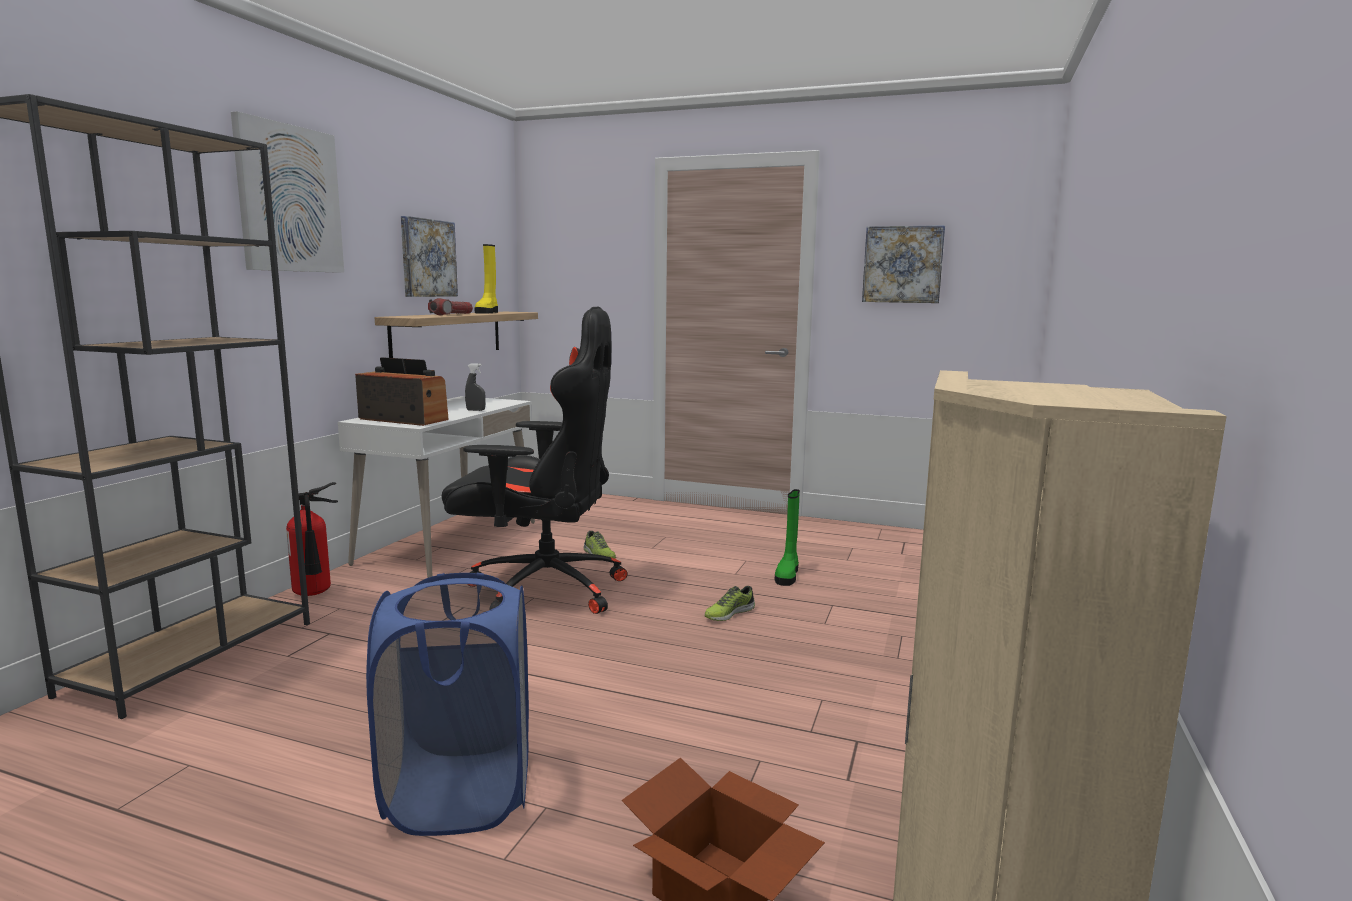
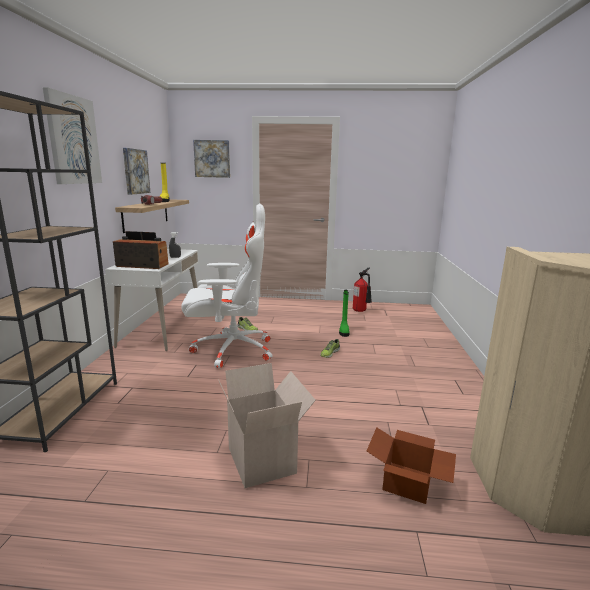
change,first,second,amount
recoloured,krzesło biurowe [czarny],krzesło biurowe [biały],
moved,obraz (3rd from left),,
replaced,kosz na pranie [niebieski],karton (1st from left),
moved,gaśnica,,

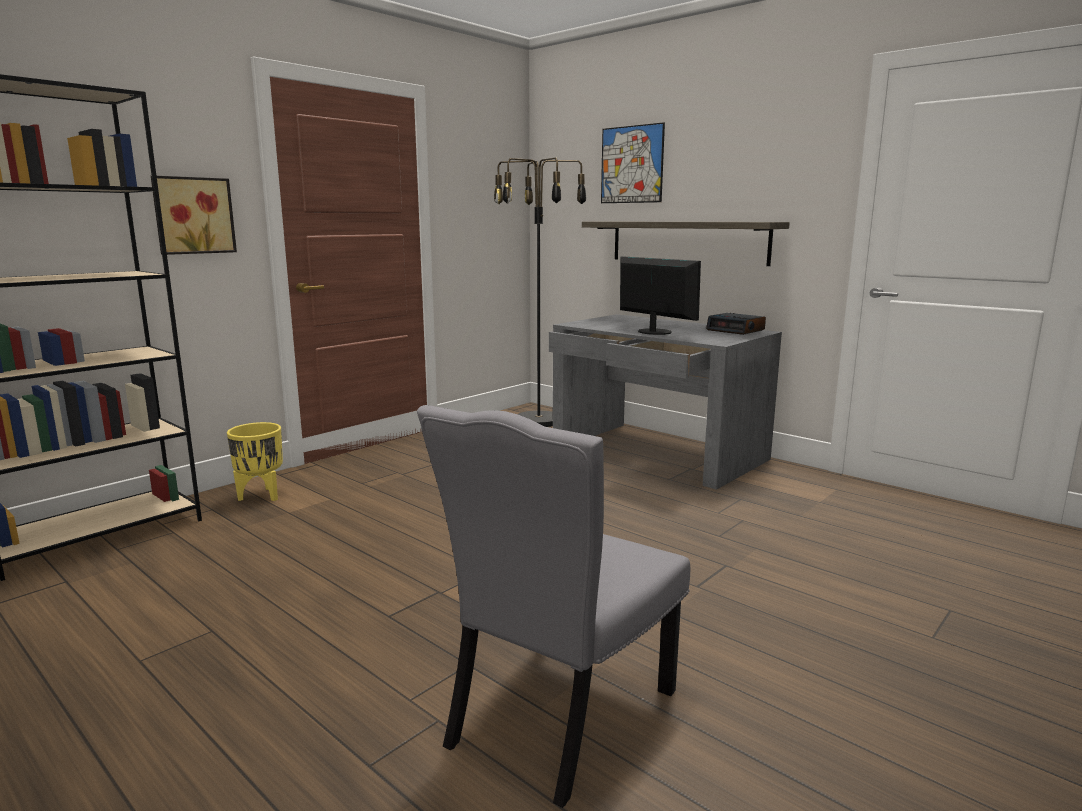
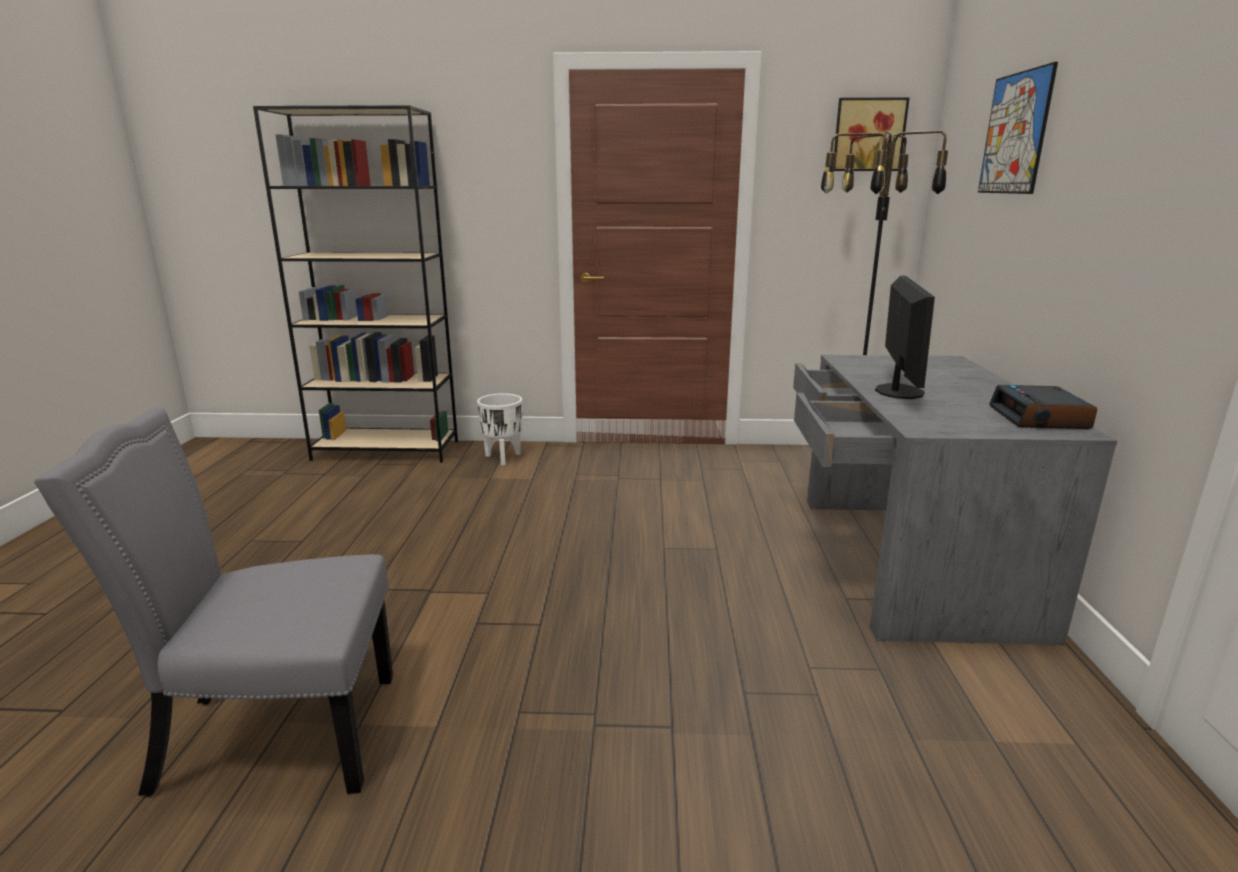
change,first,second,amount
recoloured,donica [żółty],donica [biały],
moved,obraz (1st from left),,
removed,półka,,

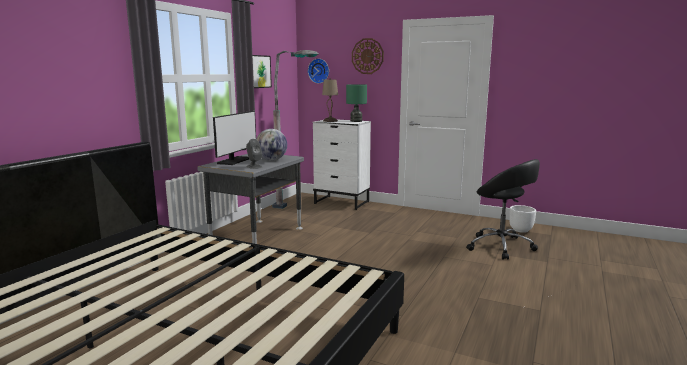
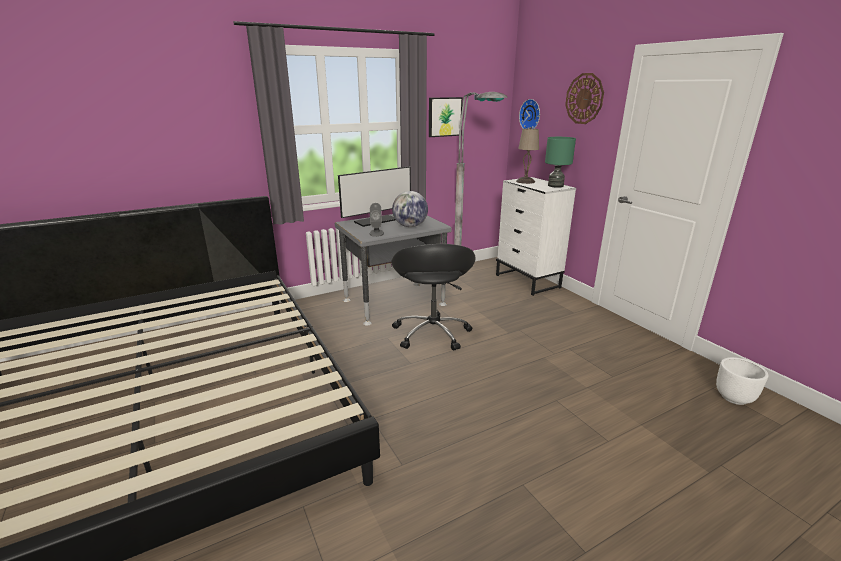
change,first,second,amount
moved,krzesło biurowe [czarny],,

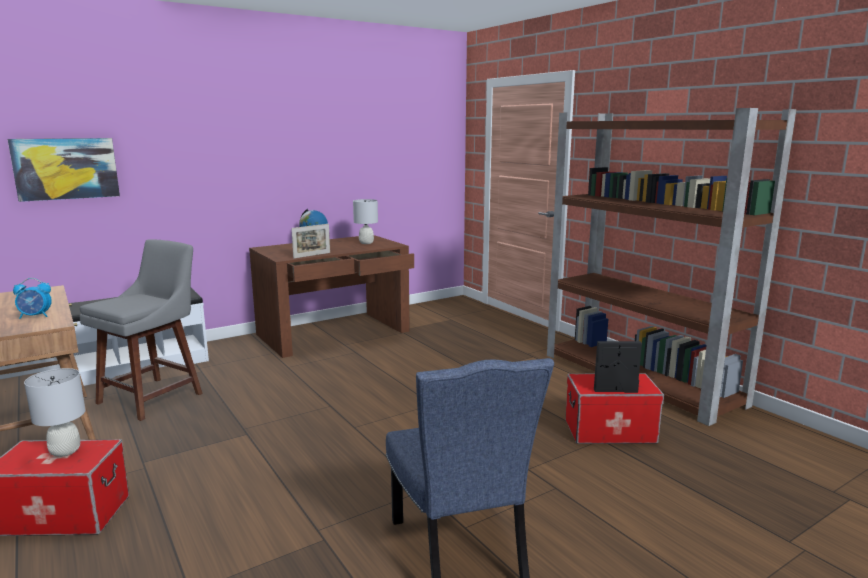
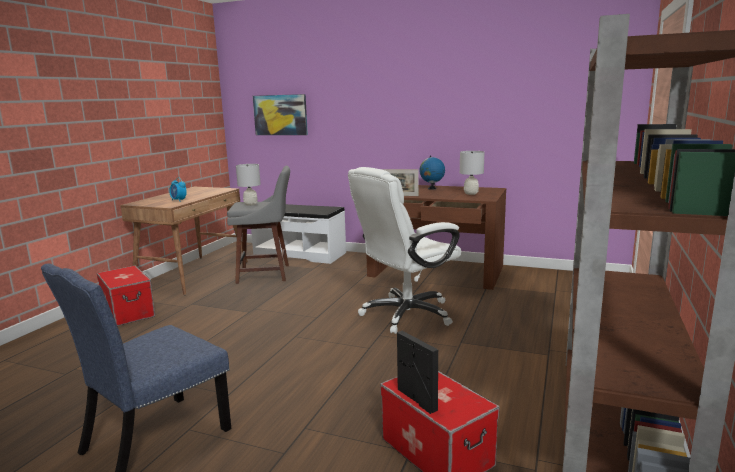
change,first,second,amount
moved,lampa stołowa [szary] (1st from left),,
added,,krzesło biurowe [biały],

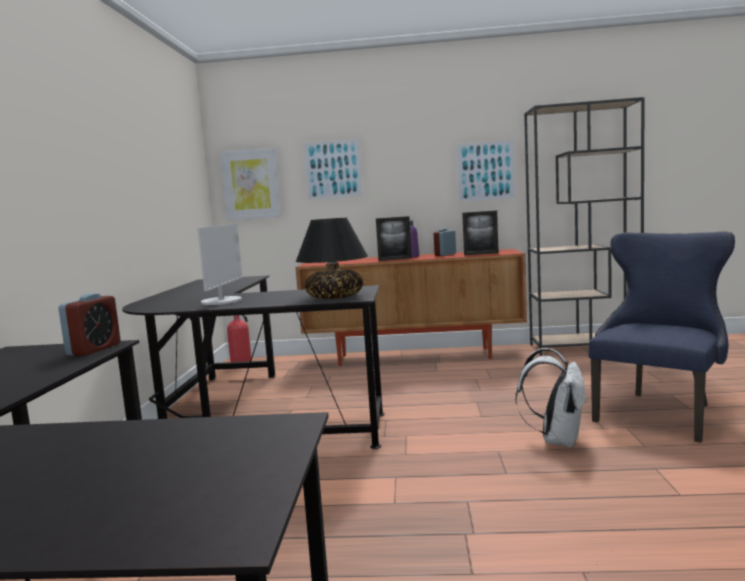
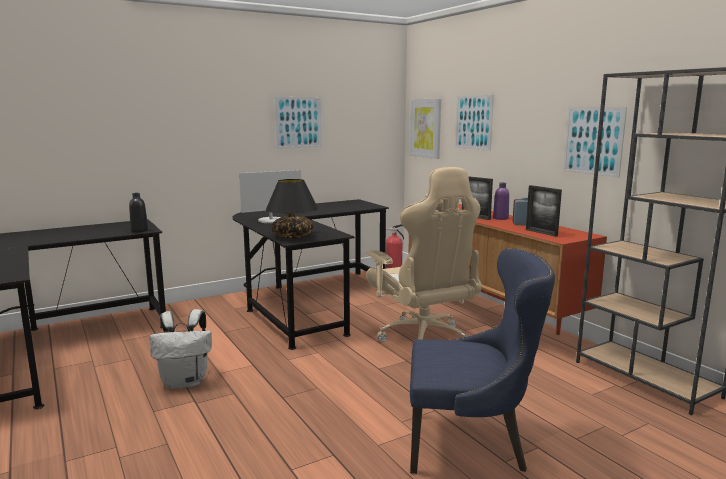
change,first,second,amount
replaced,budzik (1st from left),butelka [czarny],
moved,plecak [biały],,
added,,obraz (1st from left),
added,,krzesło biurowe [beżowy],

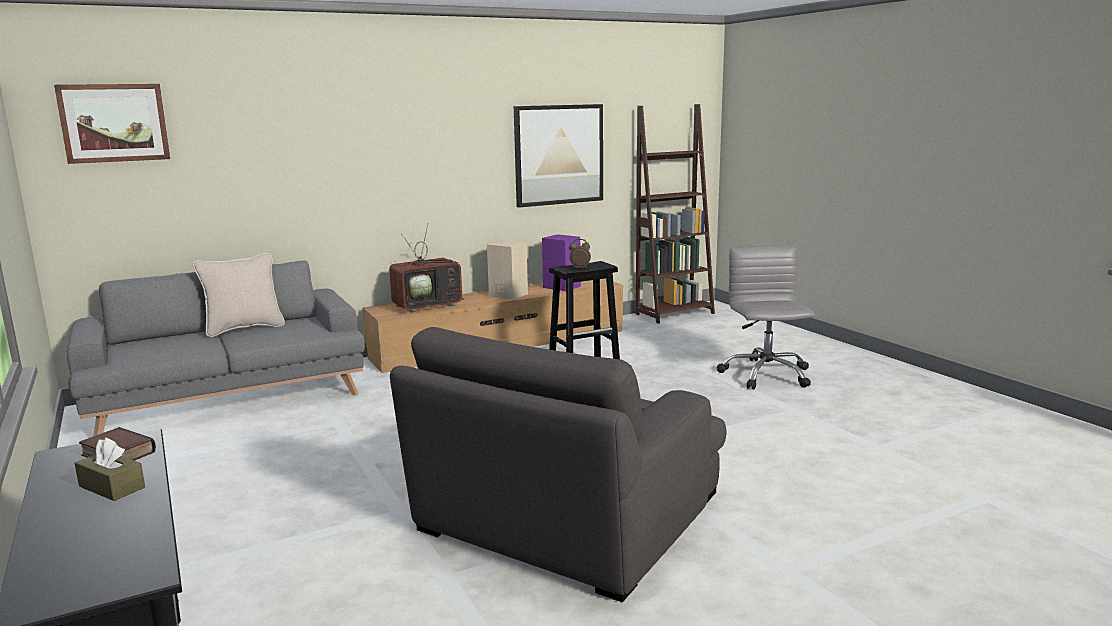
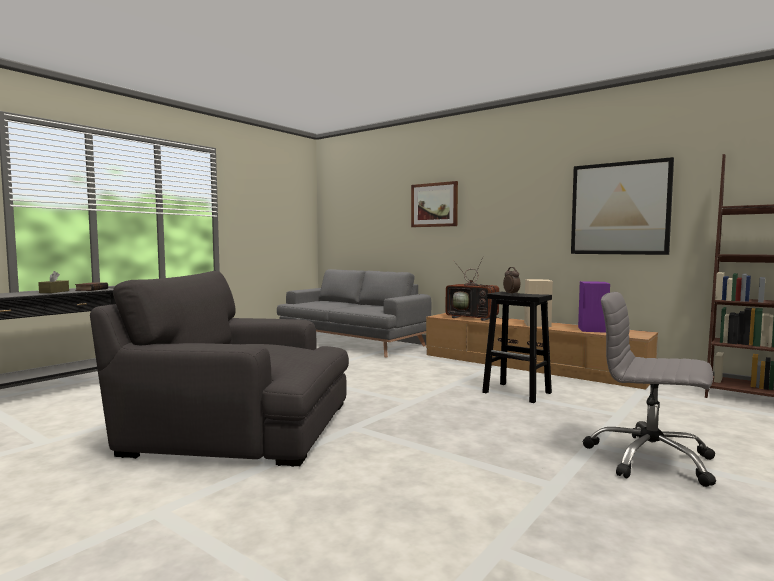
change,first,second,amount
moved,obraz (1st from left),,
turned,krzesło biurowe [szary],,120 degrees counterclockwise
removed,poduszka [beżowy],,

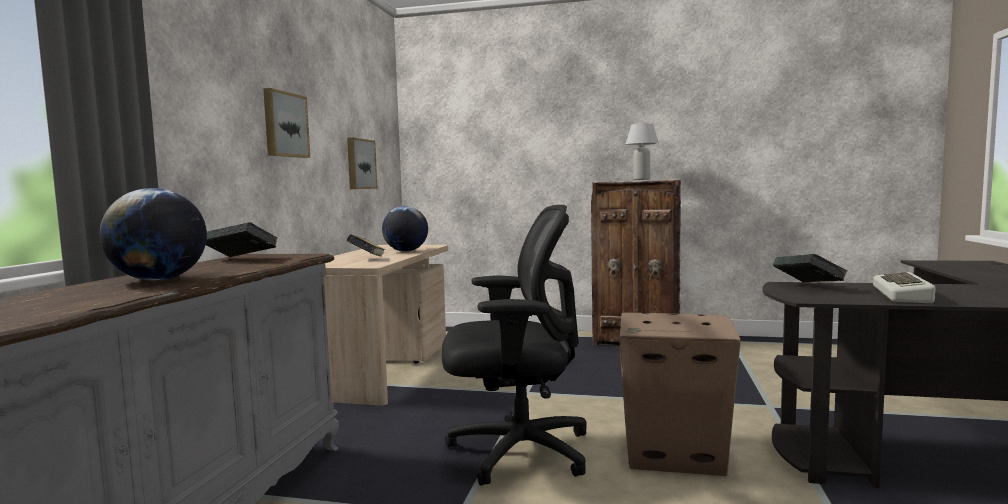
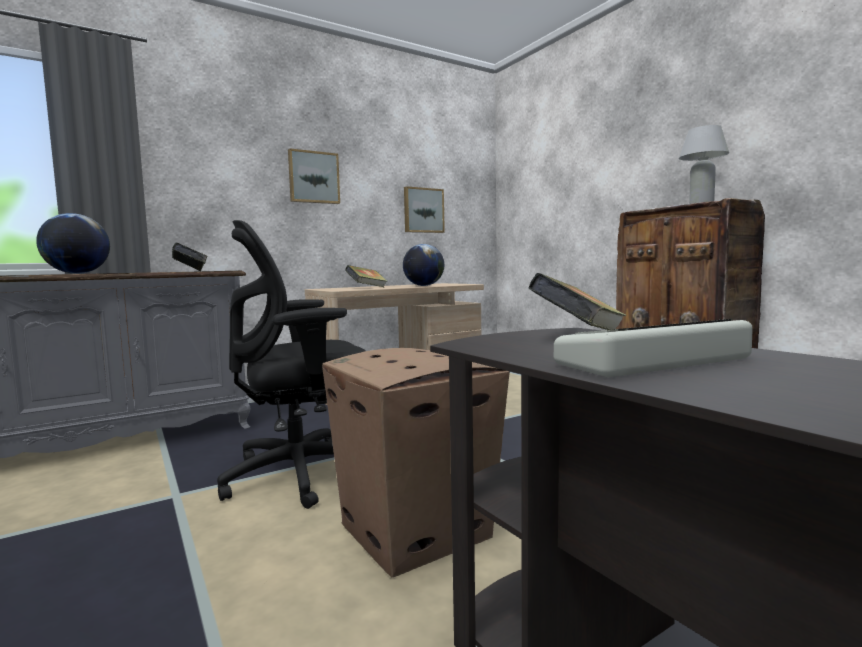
change,first,second,amount
turned,krzesło biurowe [czarny],,120 degrees clockwise

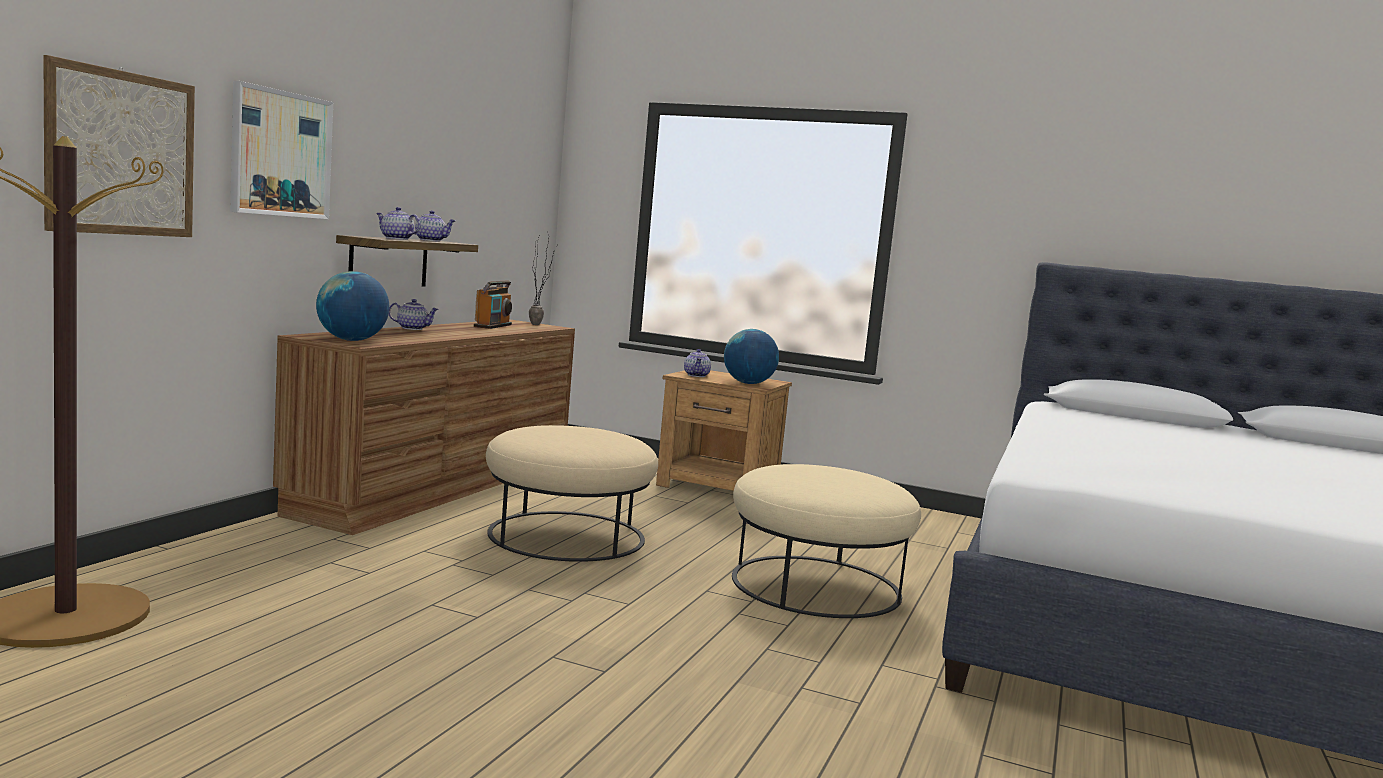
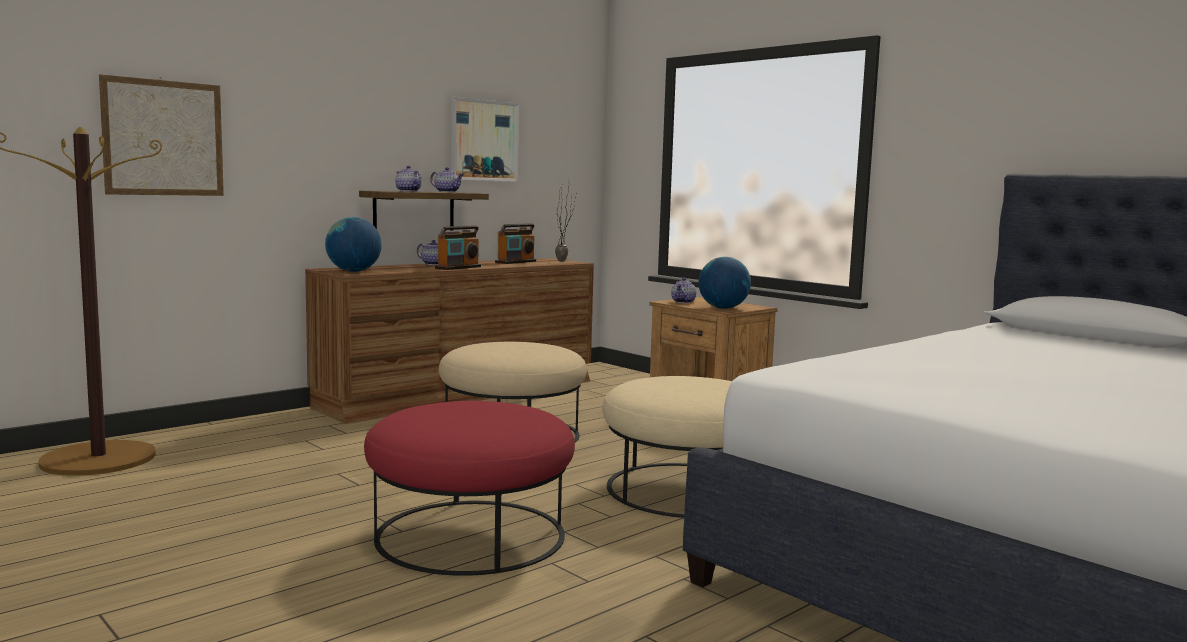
change,first,second,amount
added,,pufa [czerwony],
added,,radio (1st from left),
moved,obraz (2nd from left),,

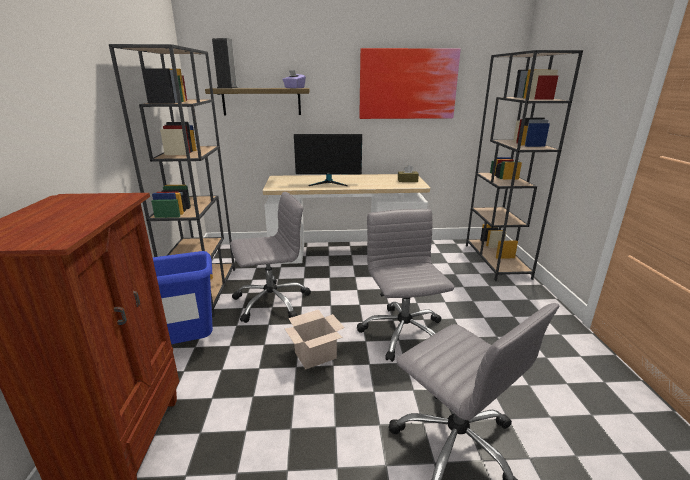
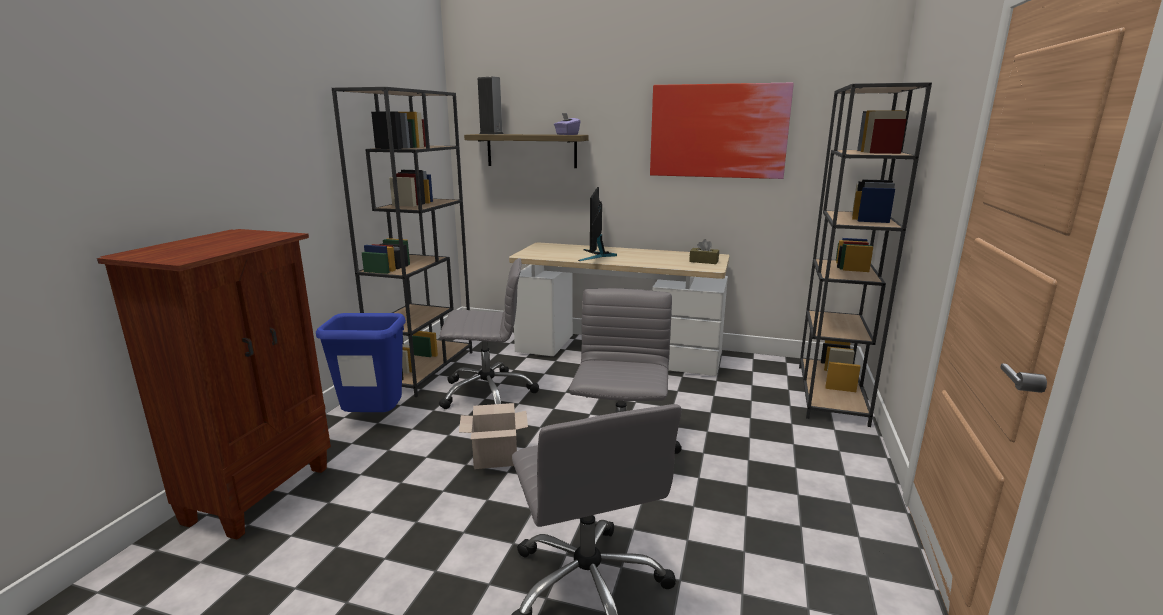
change,first,second,amount
turned,monitor,,75 degrees clockwise

